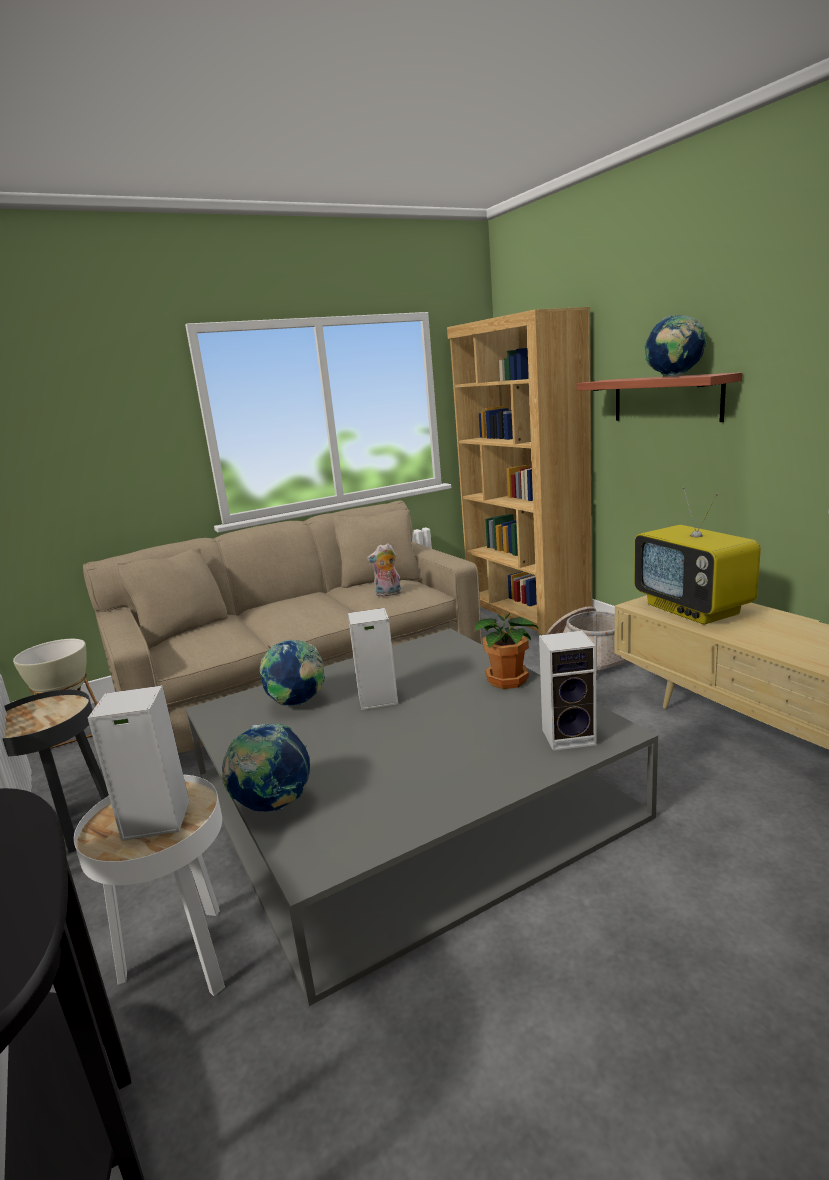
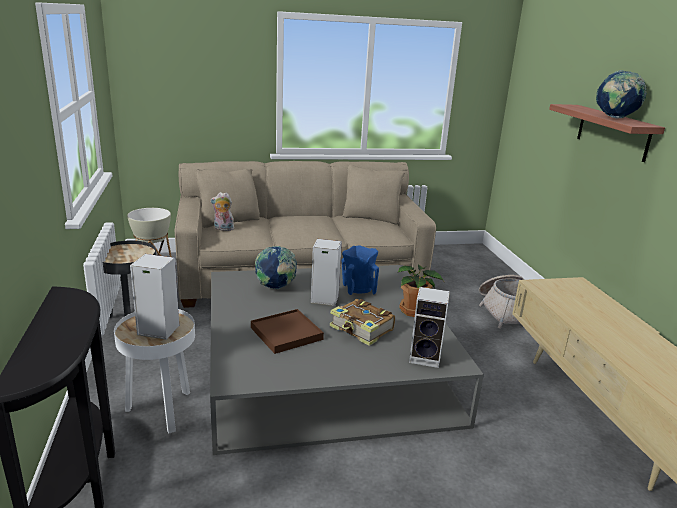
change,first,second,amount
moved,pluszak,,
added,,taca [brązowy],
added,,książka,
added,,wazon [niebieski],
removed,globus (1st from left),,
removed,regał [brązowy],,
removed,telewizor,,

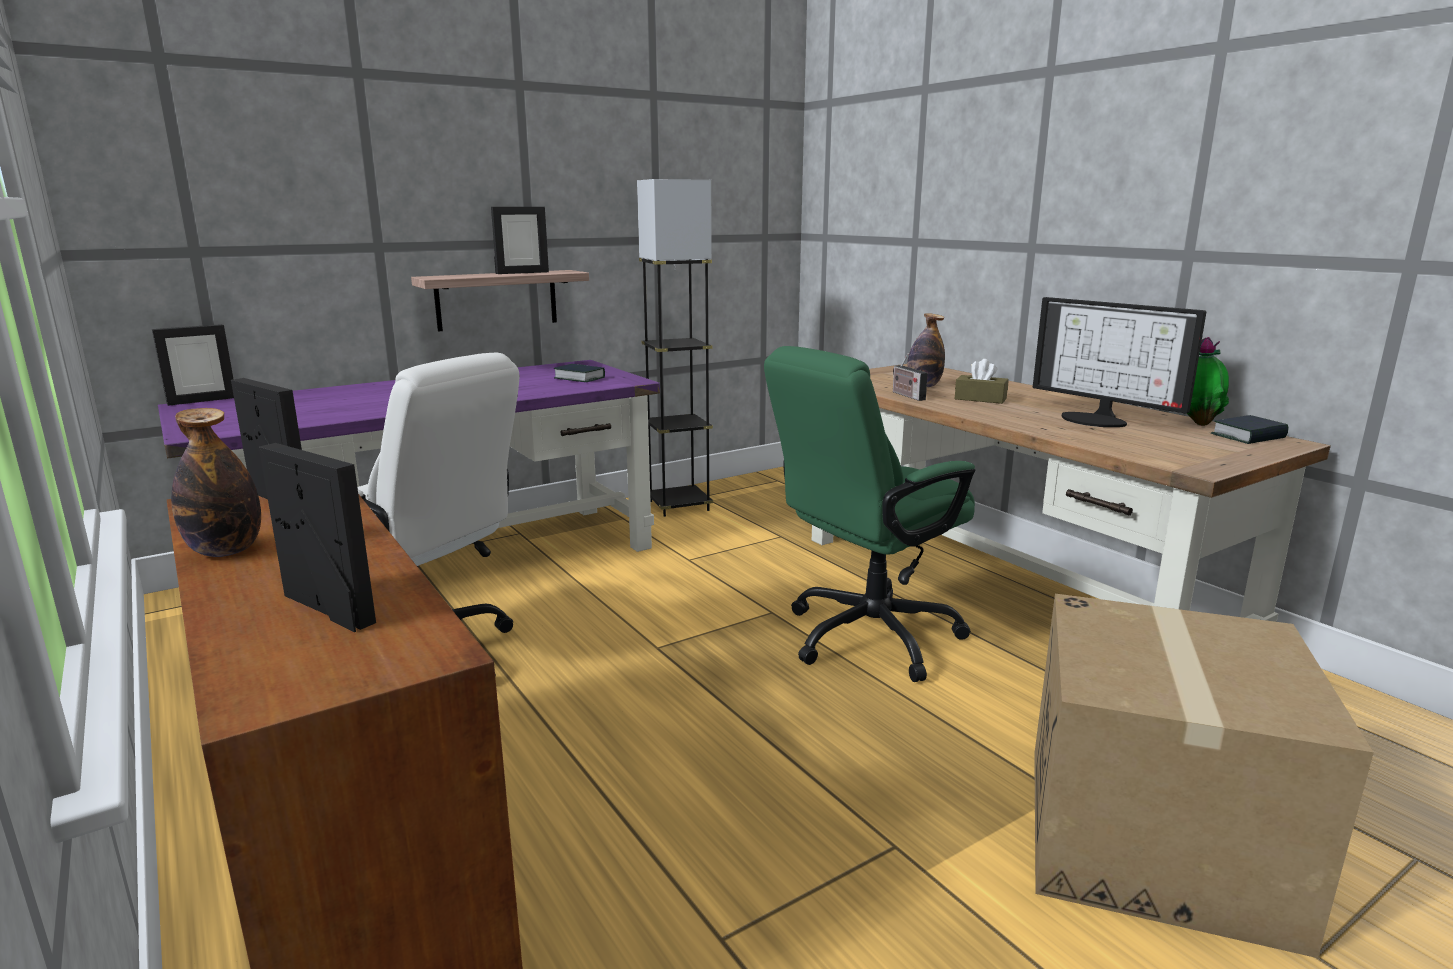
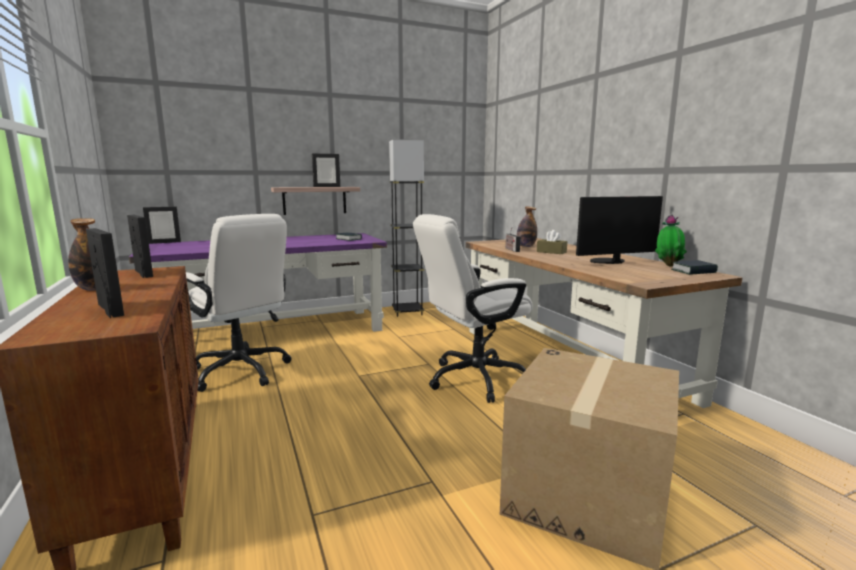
change,first,second,amount
recoloured,krzesło biurowe [zielony],krzesło biurowe [biały] (2nd from left),
turned,monitor,,105 degrees clockwise

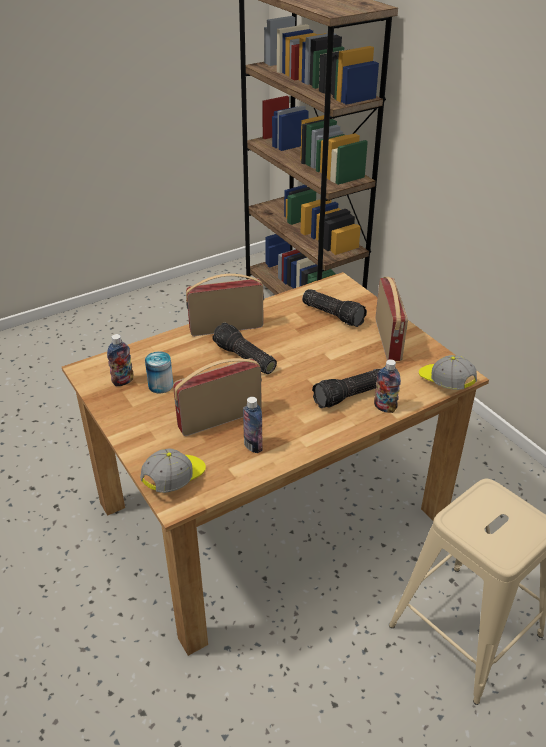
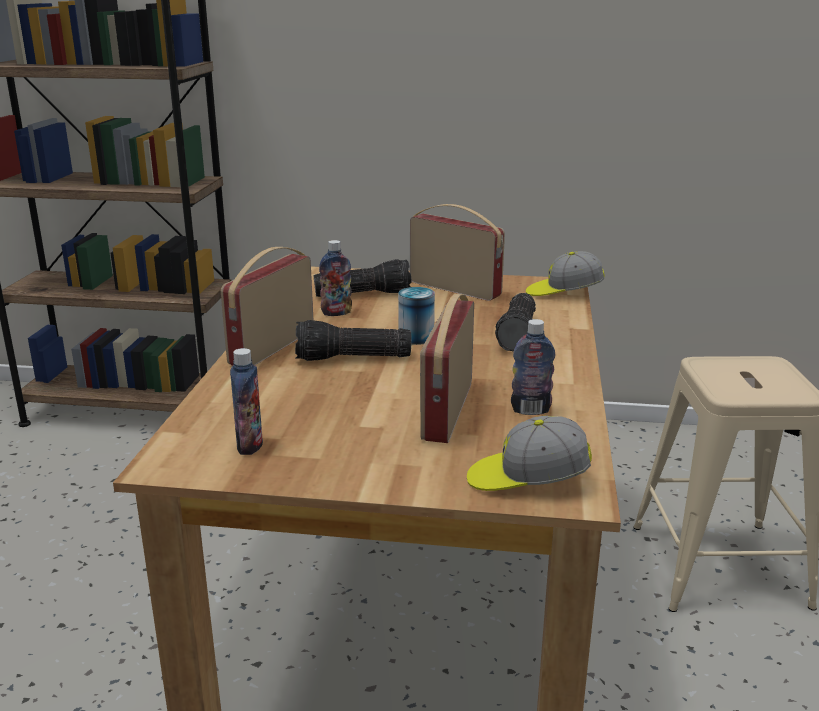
change,first,second,amount
moved,butelka (3rd from left in the first image),butelka (2nd from left),
moved,puszka,,
turned,czapka z daszkiem (1st from left),,75 degrees counterclockwise

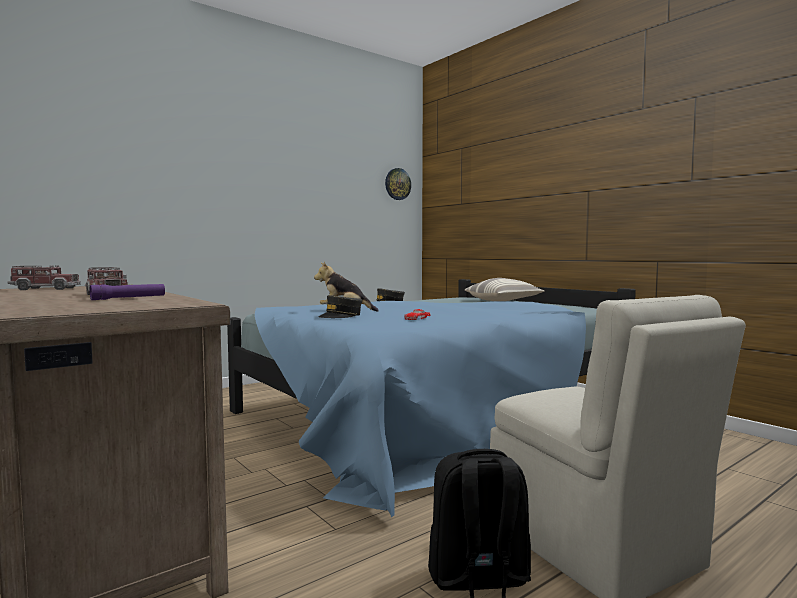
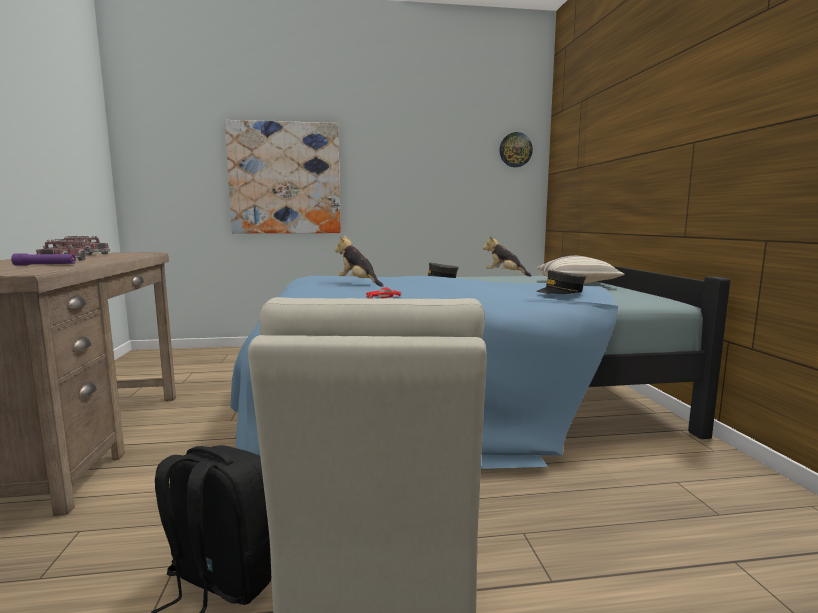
change,first,second,amount
added,,obraz,
added,,pluszak (2nd from left),
moved,czapka z daszkiem [szary] (1st from left in the first image),czapka z daszkiem [szary] (2nd from left),

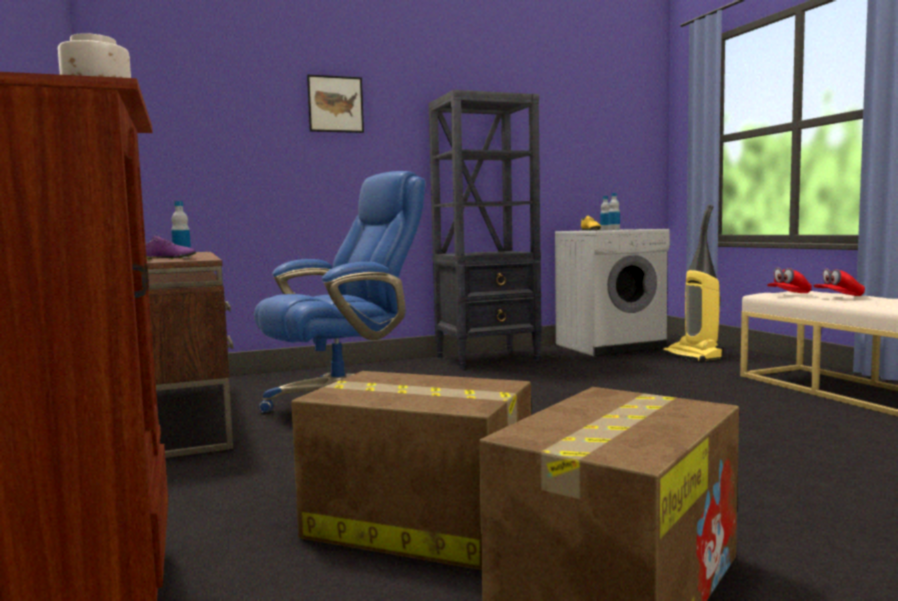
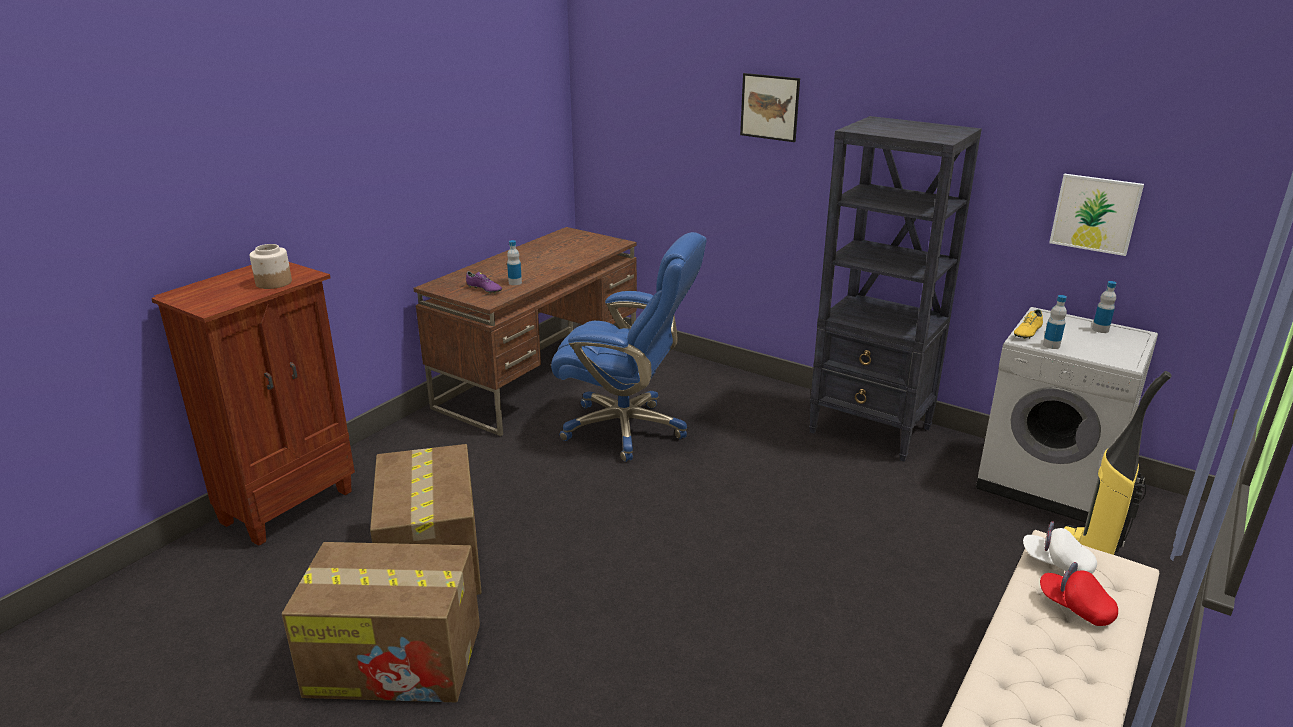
change,first,second,amount
recoloured,czapka z daszkiem [czerwony] (1st from left),czapka z daszkiem [biały],
added,,obraz (2nd from left),

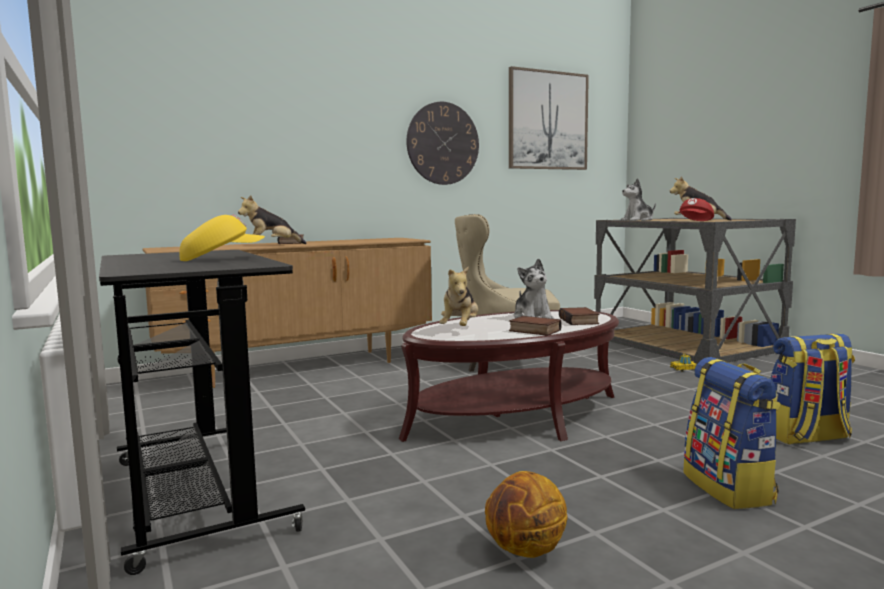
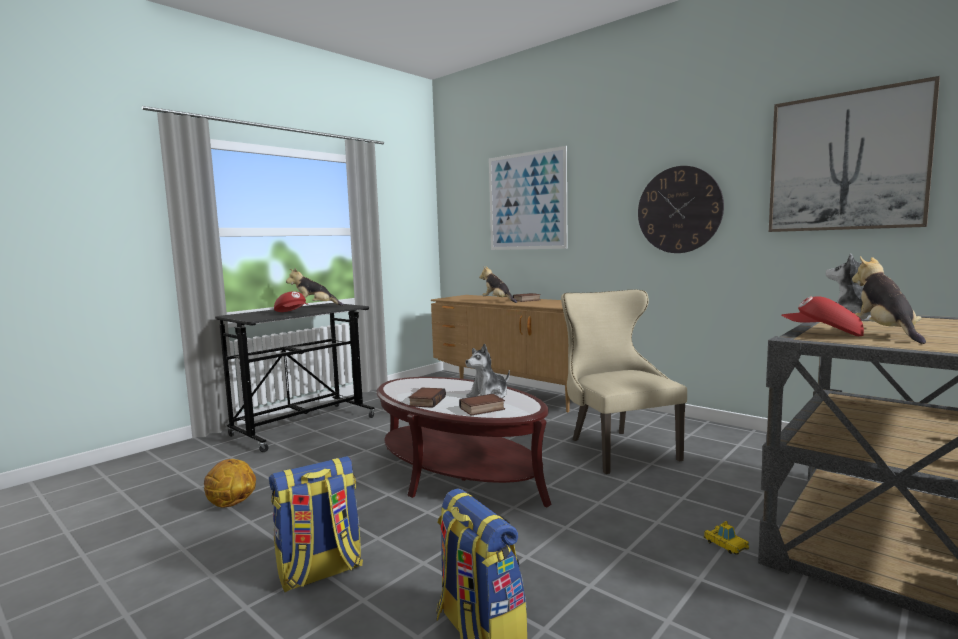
change,first,second,amount
recoloured,czapka z daszkiem [żółty],czapka z daszkiem [czerwony] (1st from left),
moved,pluszak (2nd from left in the first image),pluszak (1st from left),
added,,obraz (1st from left),

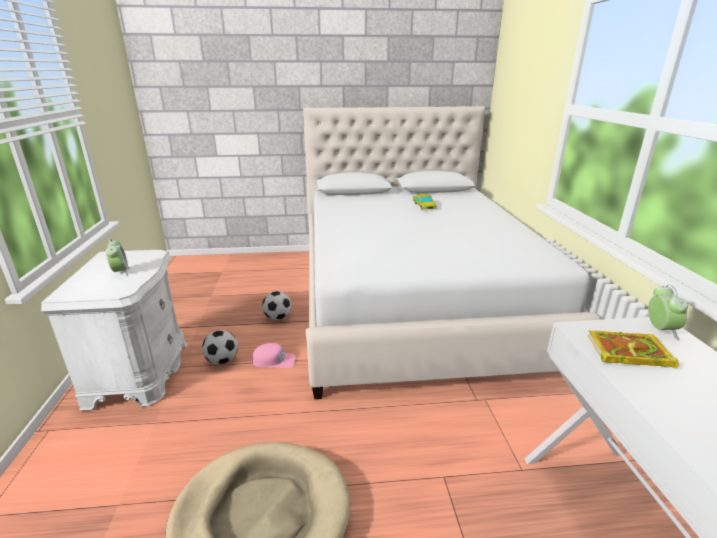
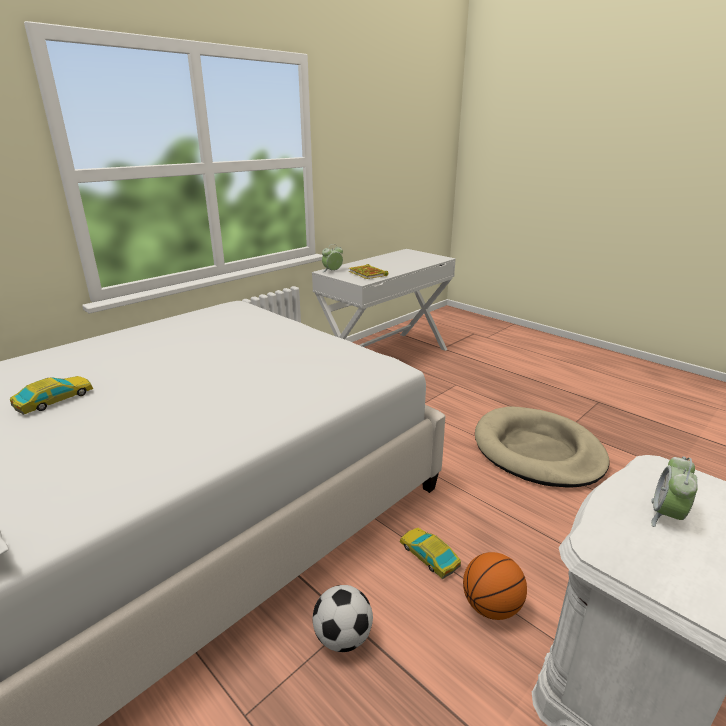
change,first,second,amount
replaced,czapka z daszkiem [różowy],samochodzik (2nd from left),
replaced,piłka futbolowa (1st from left),piłka do koszykówki,

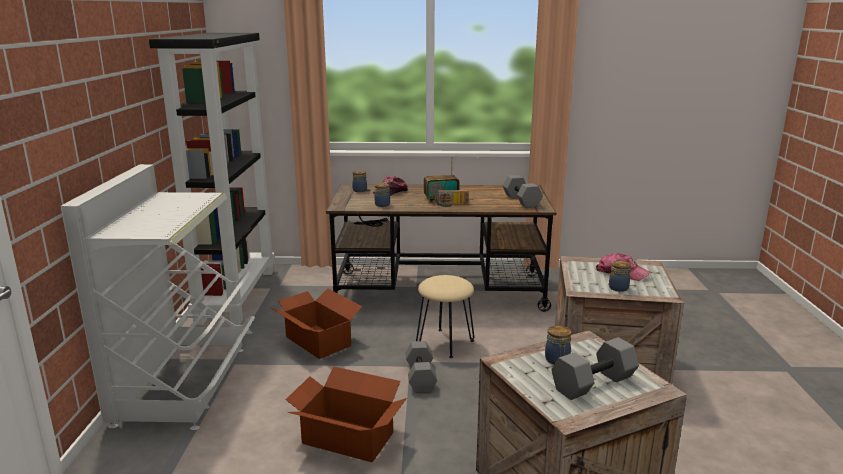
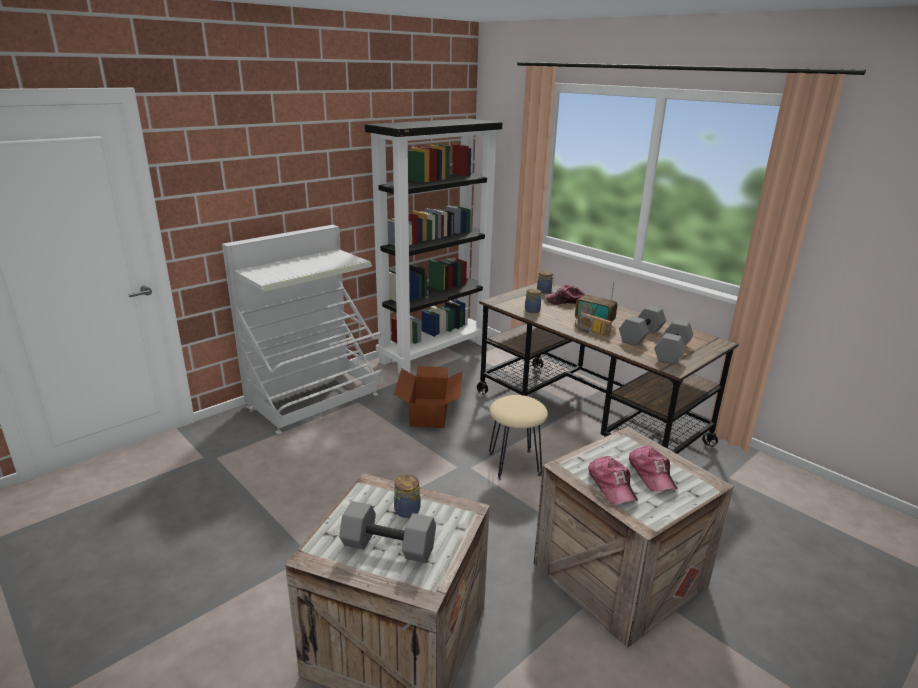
change,first,second,amount
replaced,słoik (4th from left),czapka z daszkiem (2nd from left),
moved,hantel [szary] (1st from left in the first image),hantel [szary] (2nd from left),
removed,karton (2nd from left),,

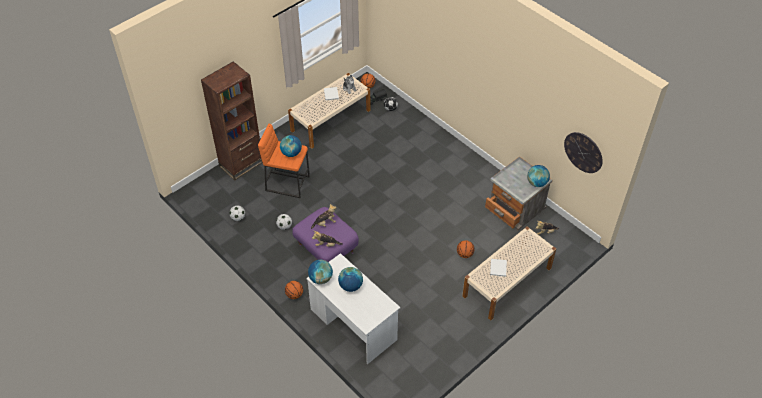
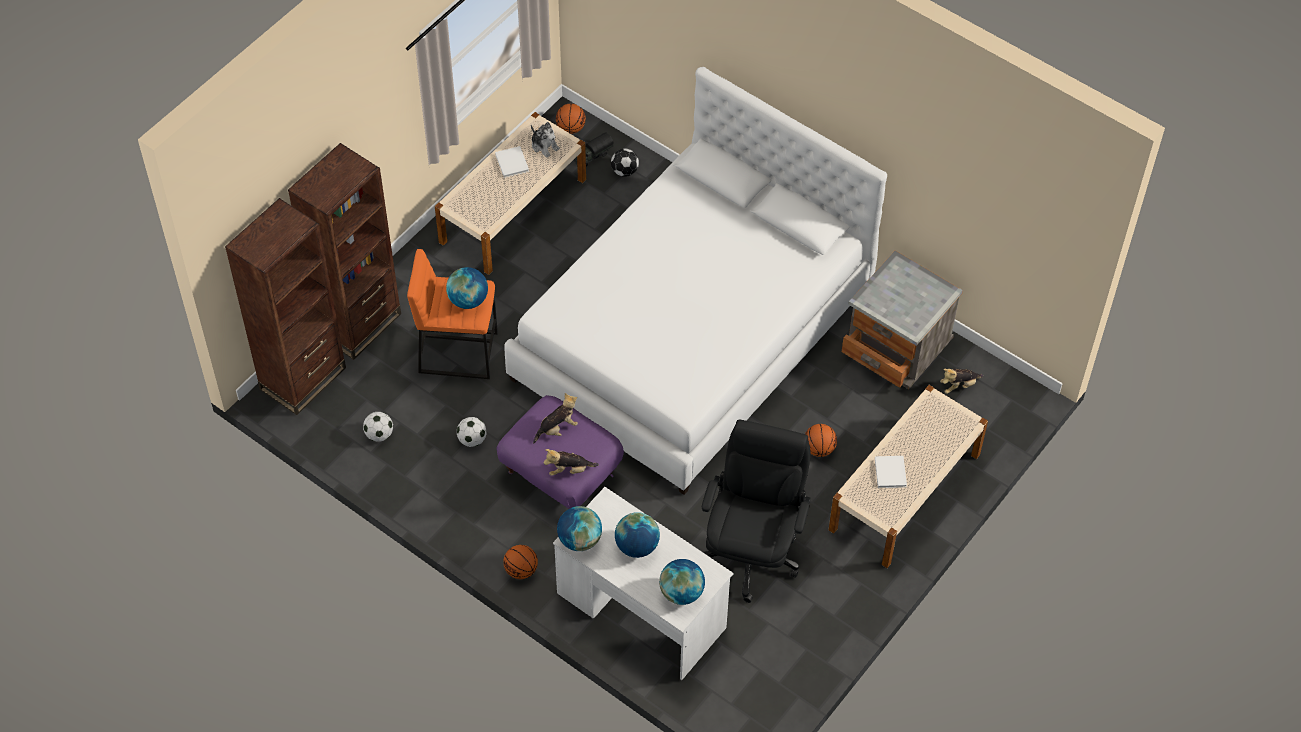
change,first,second,amount
added,,regał [brązowy] (1st from left),
added,,łóżko [biały],
moved,globus (4th from left),,
added,,krzesło biurowe [czarny],
removed,zegar ścienny,,

